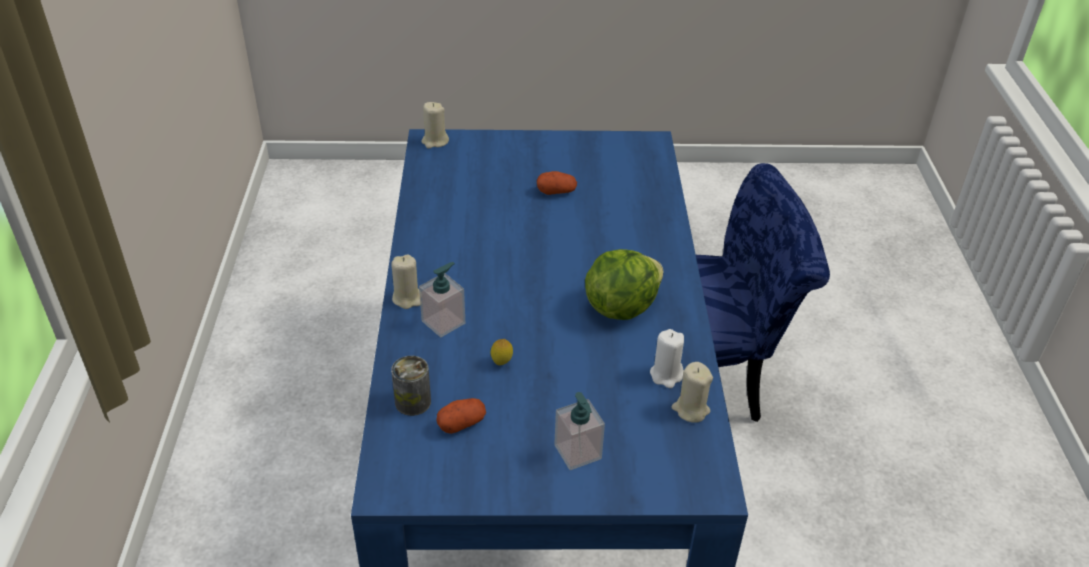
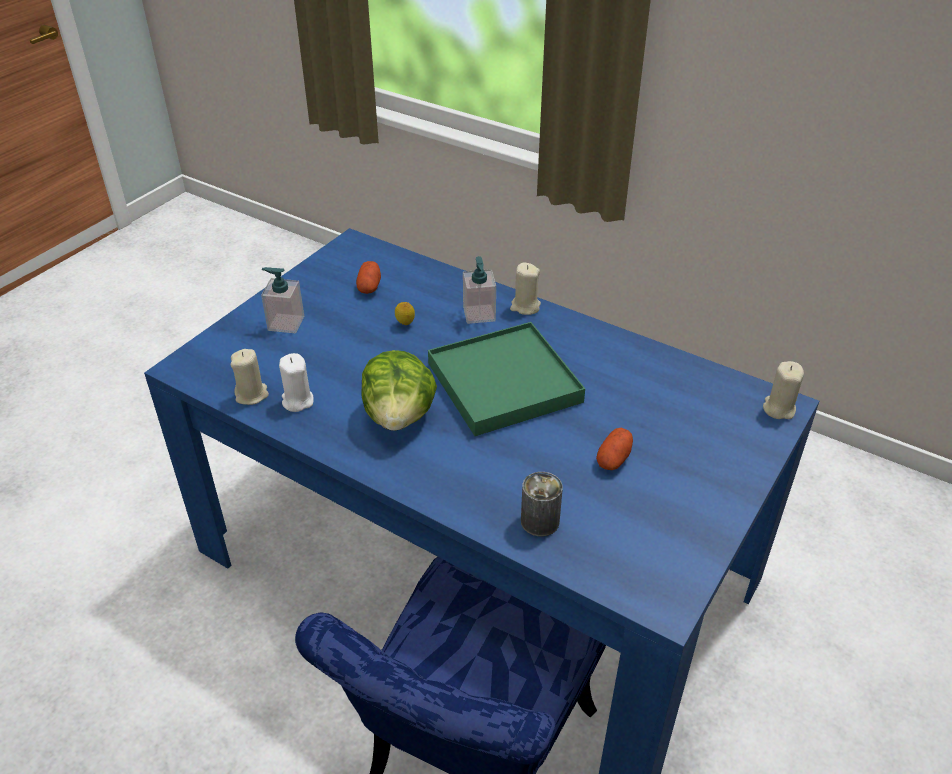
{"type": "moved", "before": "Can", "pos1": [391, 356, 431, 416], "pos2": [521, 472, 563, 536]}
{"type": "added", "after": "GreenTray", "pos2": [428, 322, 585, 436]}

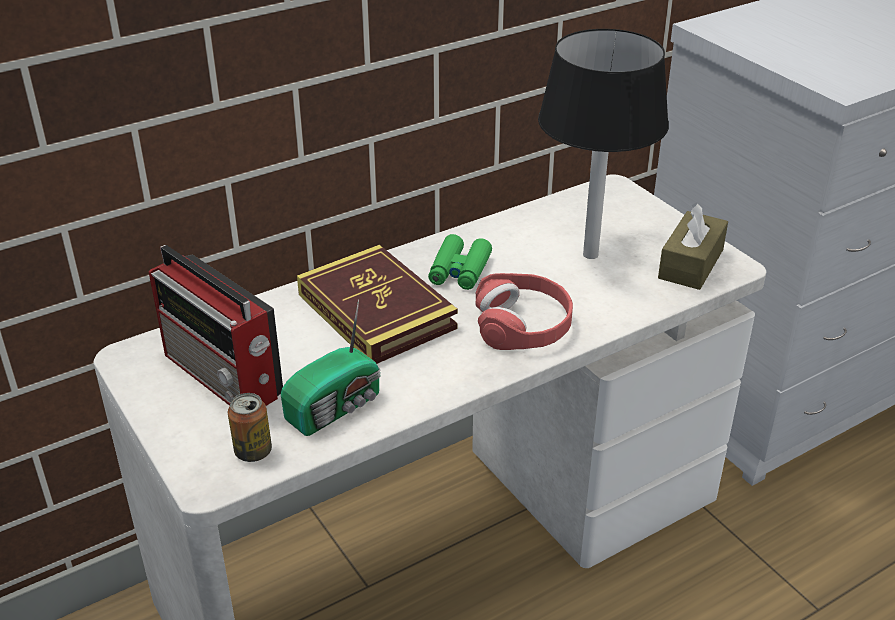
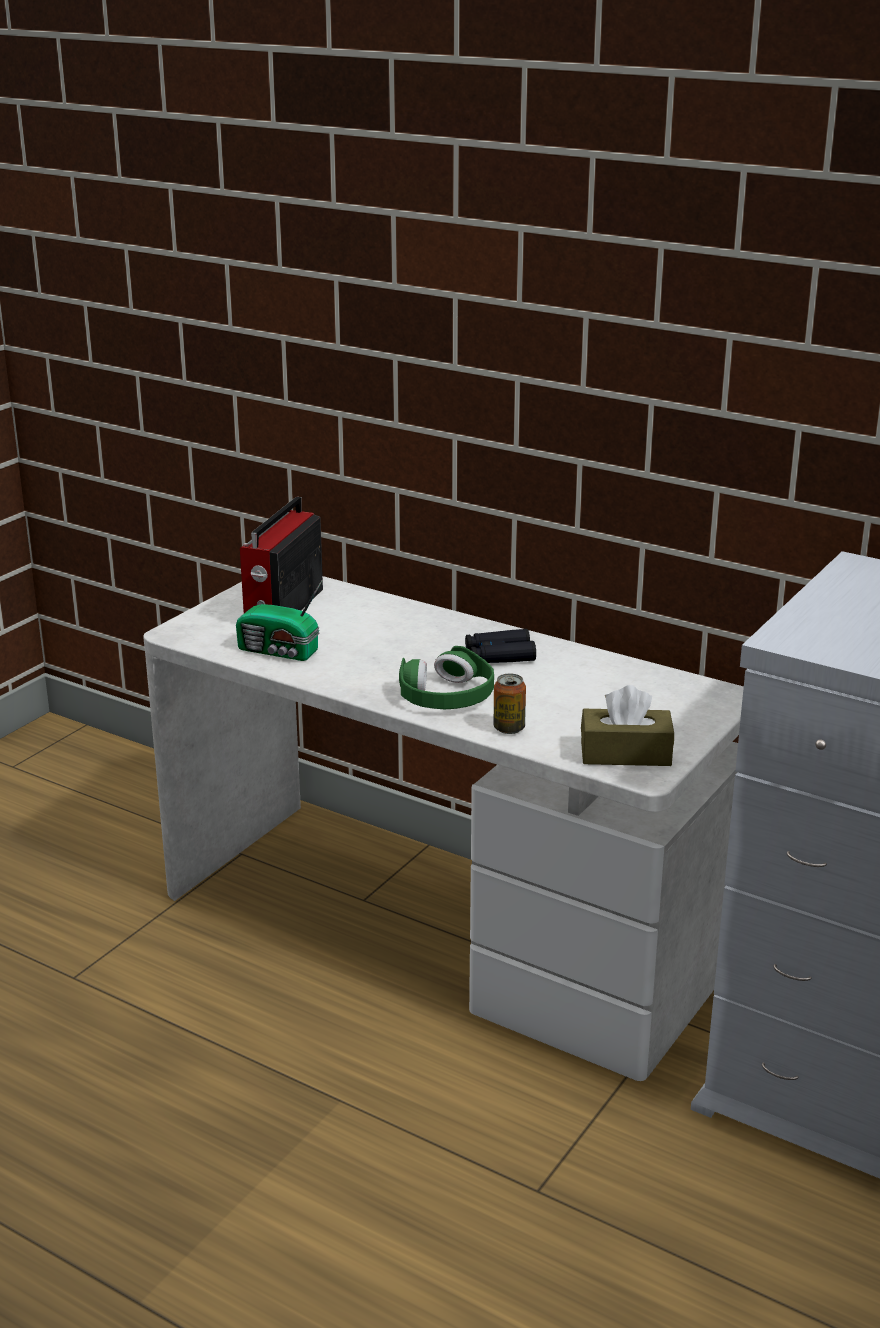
{"type": "removed", "before": "BlackTableLamp", "pos1": [538, 29, 669, 259]}
{"type": "recoloured", "before": "GreenBinoculars", "after": "BlackBinoculars", "pos1": [428, 234, 492, 290], "pos2": [465, 629, 536, 663]}
{"type": "removed", "before": "Book", "pos1": [297, 245, 458, 364]}
{"type": "recoloured", "before": "RedHeadphones", "after": "GreenHeadphones", "pos1": [475, 273, 573, 350], "pos2": [399, 646, 494, 709]}
{"type": "moved", "before": "Can", "pos1": [228, 393, 272, 462], "pos2": [494, 674, 526, 734]}

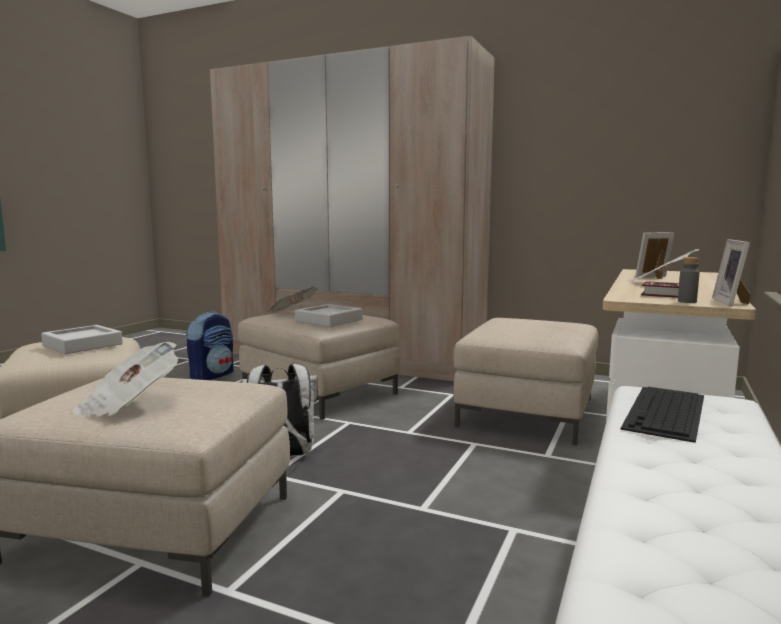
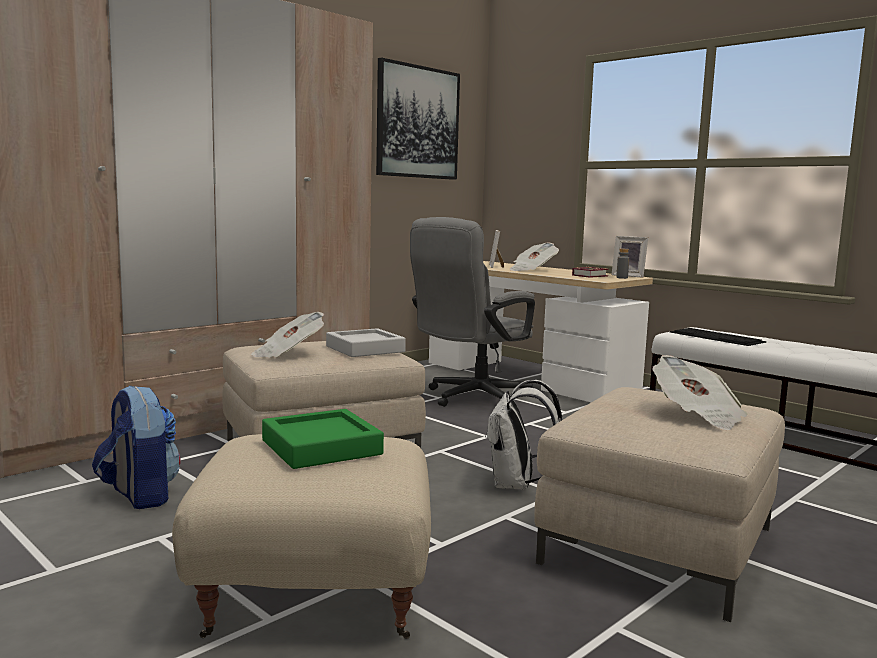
{"type": "replaced", "before": "BeigeOttoman", "after": "GreyOfficeChair", "pos1": [453, 318, 598, 445], "pos2": [410, 217, 535, 407]}
{"type": "recoloured", "before": "GreyTray", "after": "GreenTray", "pos1": [41, 325, 123, 354], "pos2": [262, 409, 384, 469]}
{"type": "added", "after": "Picture", "pos2": [376, 58, 460, 180]}

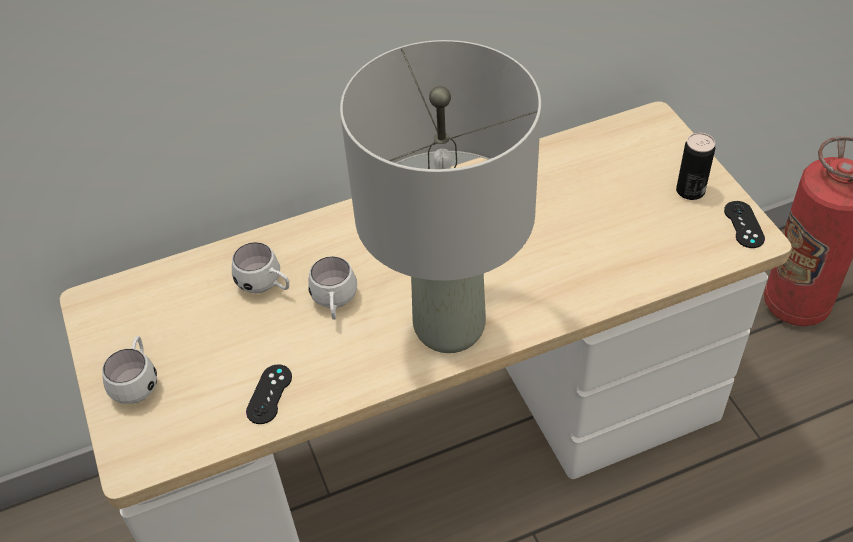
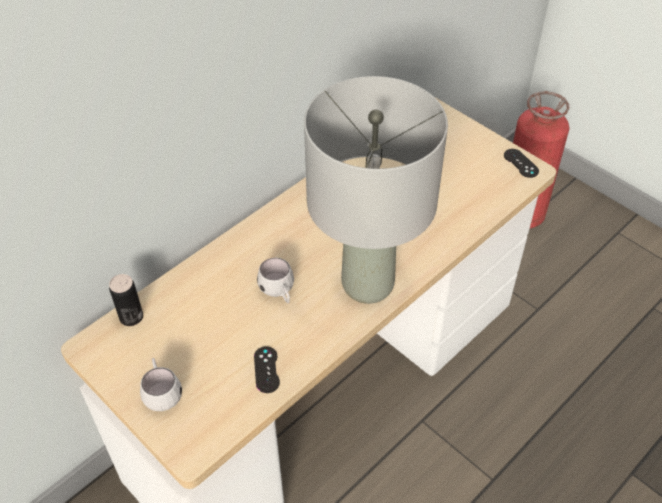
{"type": "moved", "before": "Can", "pos1": [676, 133, 715, 200], "pos2": [109, 274, 143, 326]}
{"type": "removed", "before": "WhiteMug", "pos1": [232, 242, 289, 293]}

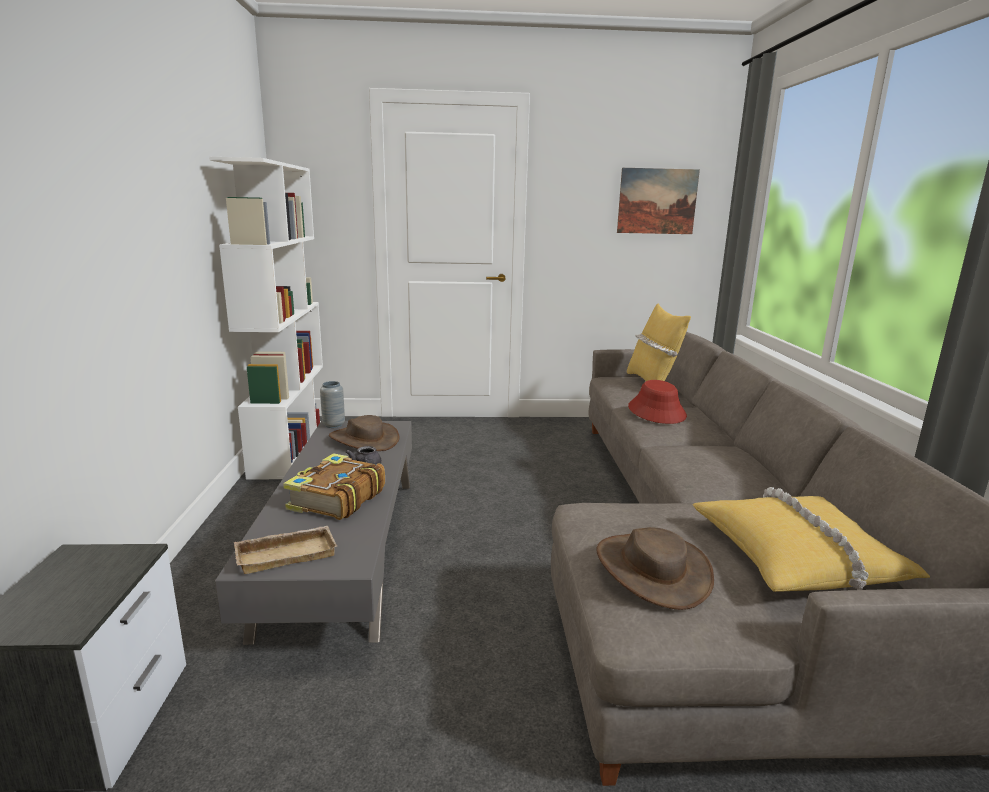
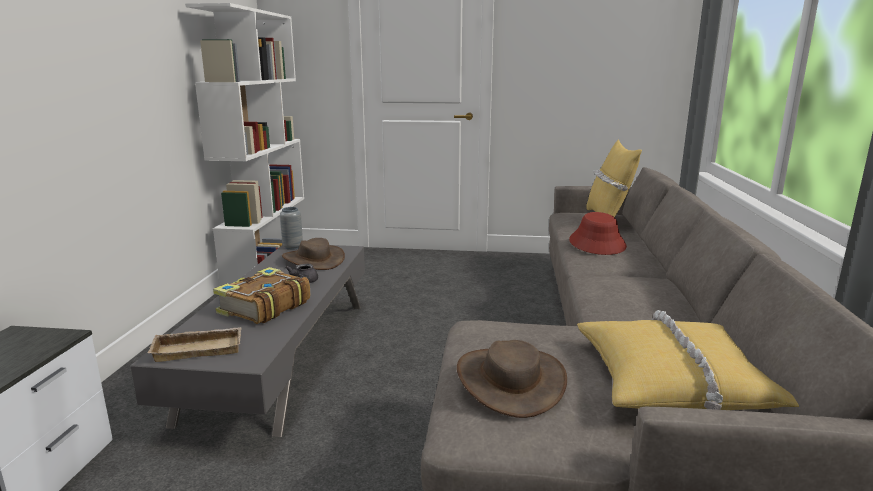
{"type": "removed", "before": "Picture", "pos1": [617, 168, 700, 234]}

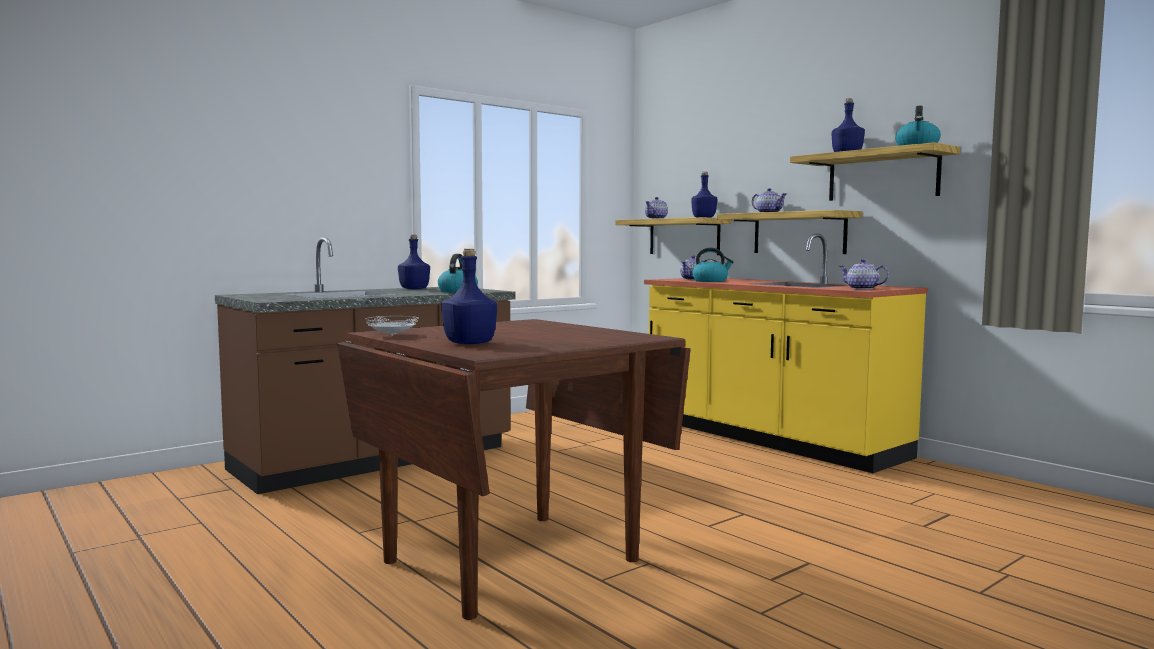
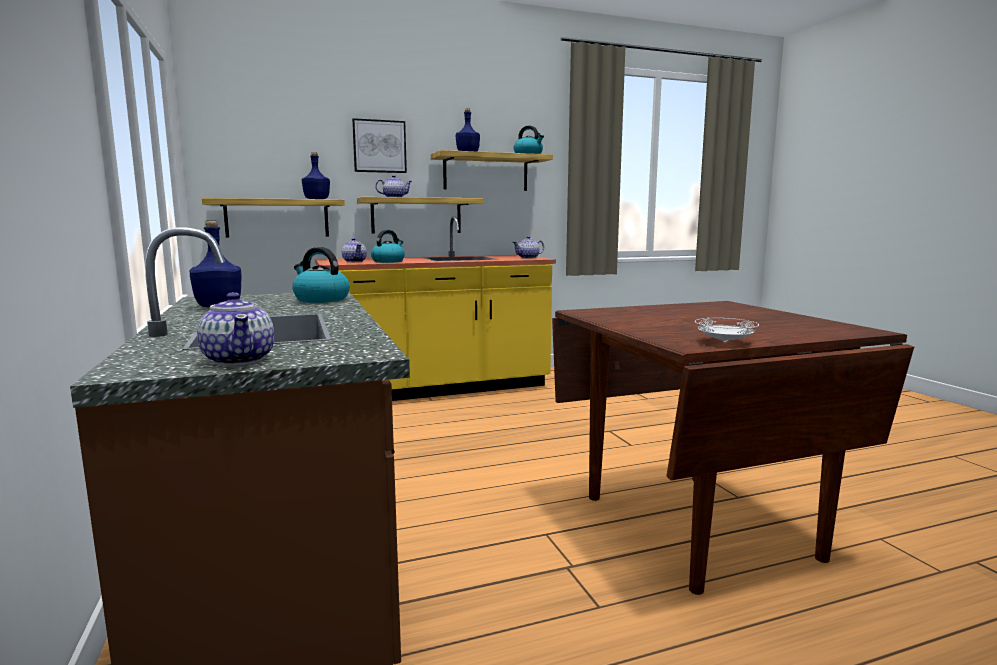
{"type": "moved", "before": "Teapot", "pos1": [645, 197, 668, 219], "pos2": [197, 292, 274, 366]}
{"type": "removed", "before": "BlueBottle", "pos1": [441, 249, 497, 344]}
{"type": "added", "after": "Picture", "pos2": [352, 118, 407, 173]}

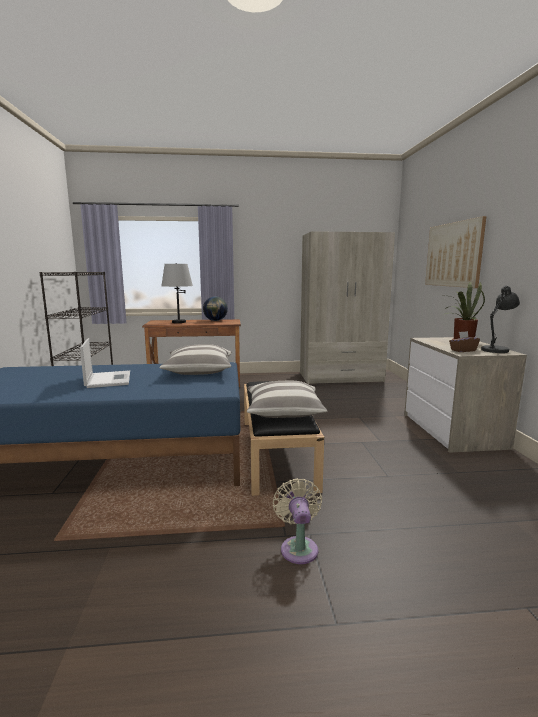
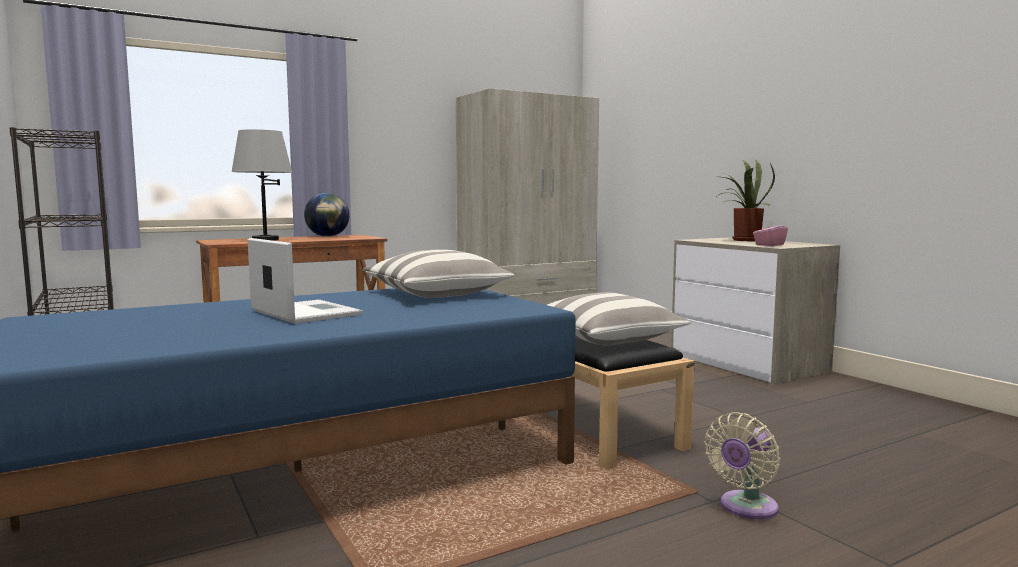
{"type": "removed", "before": "Picture", "pos1": [425, 216, 486, 288]}
{"type": "removed", "before": "GreyTableLamp", "pos1": [481, 286, 520, 353]}
{"type": "recoloured", "before": "BrownTissueBox", "after": "PinkTissueBox", "pos1": [449, 331, 480, 352], "pos2": [753, 219, 788, 246]}
{"type": "turned", "before": "BeigeFan", "pos1": [273, 478, 322, 564], "pos2": [704, 413, 780, 519], "turn": -105}

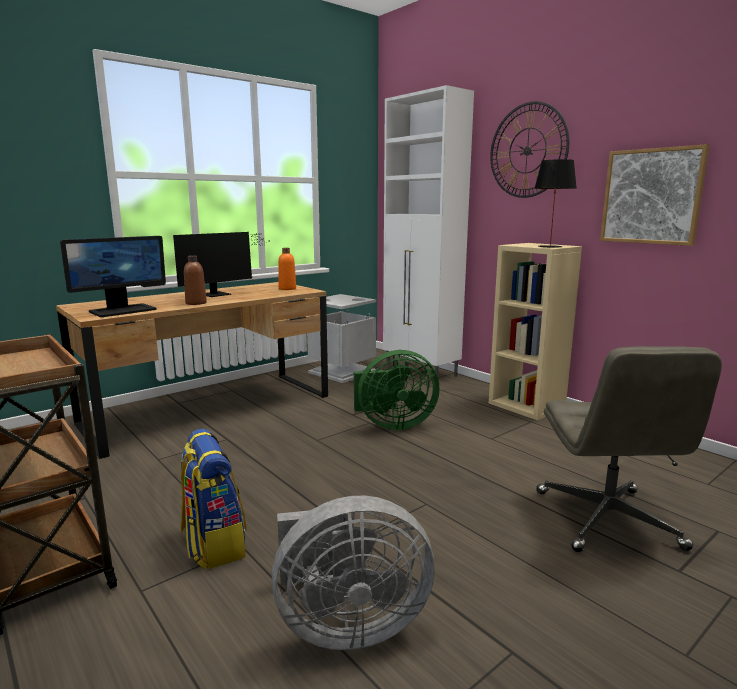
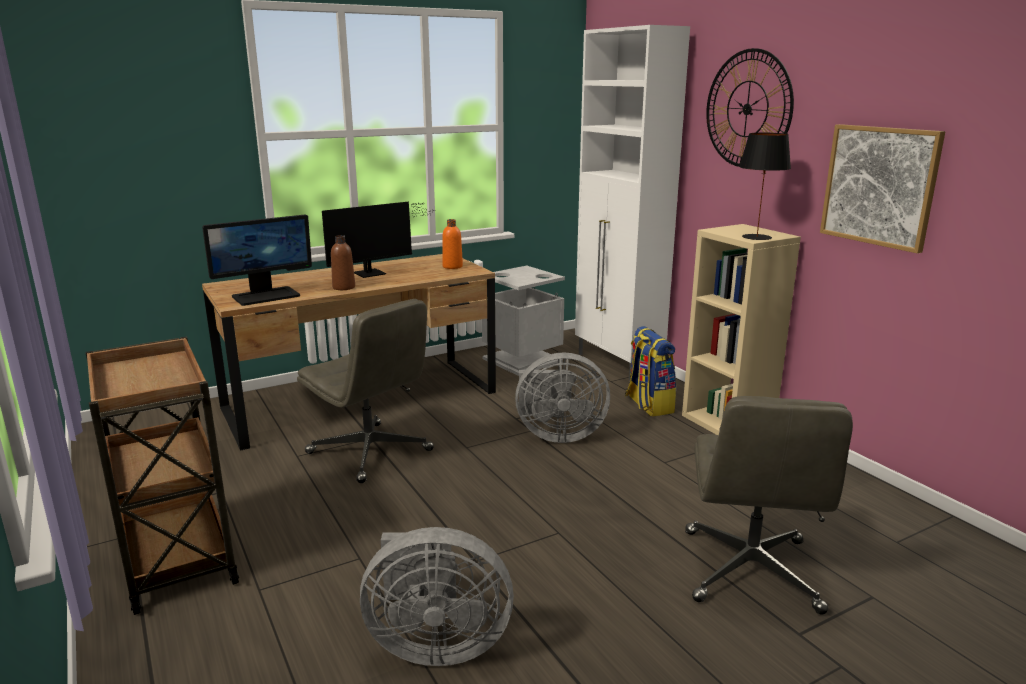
{"type": "recoloured", "before": "GreenFan", "after": "GreyFan", "pos1": [354, 350, 440, 430], "pos2": [515, 352, 610, 443]}
{"type": "moved", "before": "Backpack", "pos1": [181, 429, 247, 569], "pos2": [625, 326, 676, 416]}
{"type": "added", "after": "GreyOfficeChair", "pos2": [297, 299, 434, 483]}

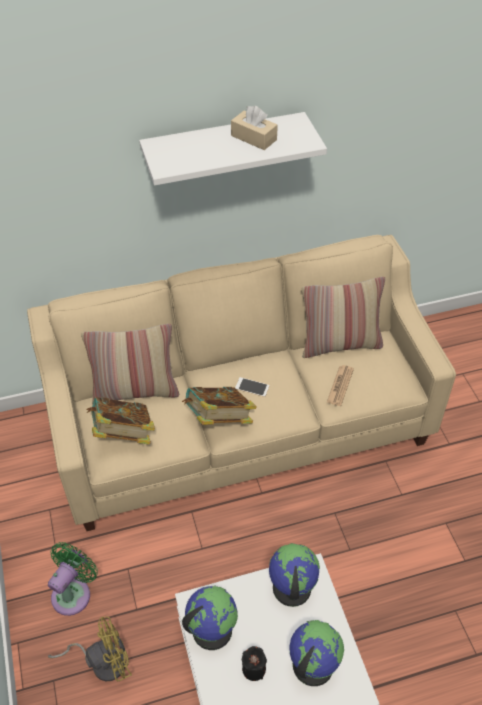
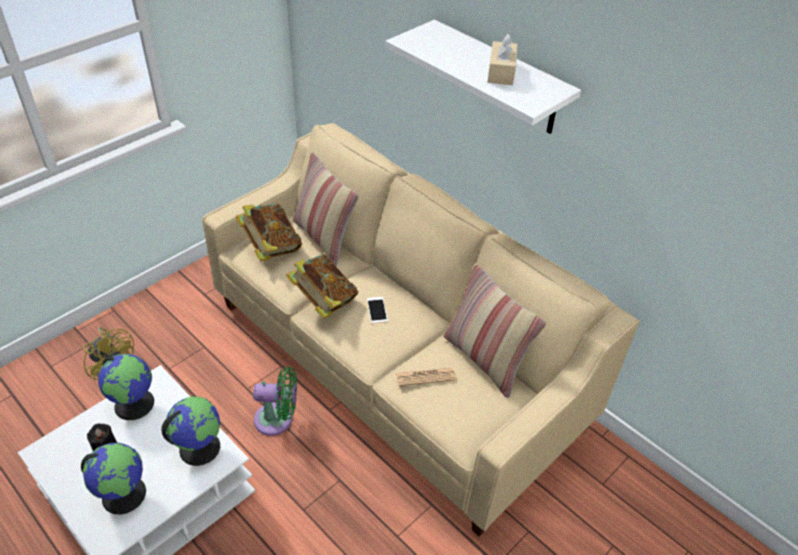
{"type": "moved", "before": "GreenFan", "pos1": [48, 542, 98, 616], "pos2": [253, 367, 297, 436]}

